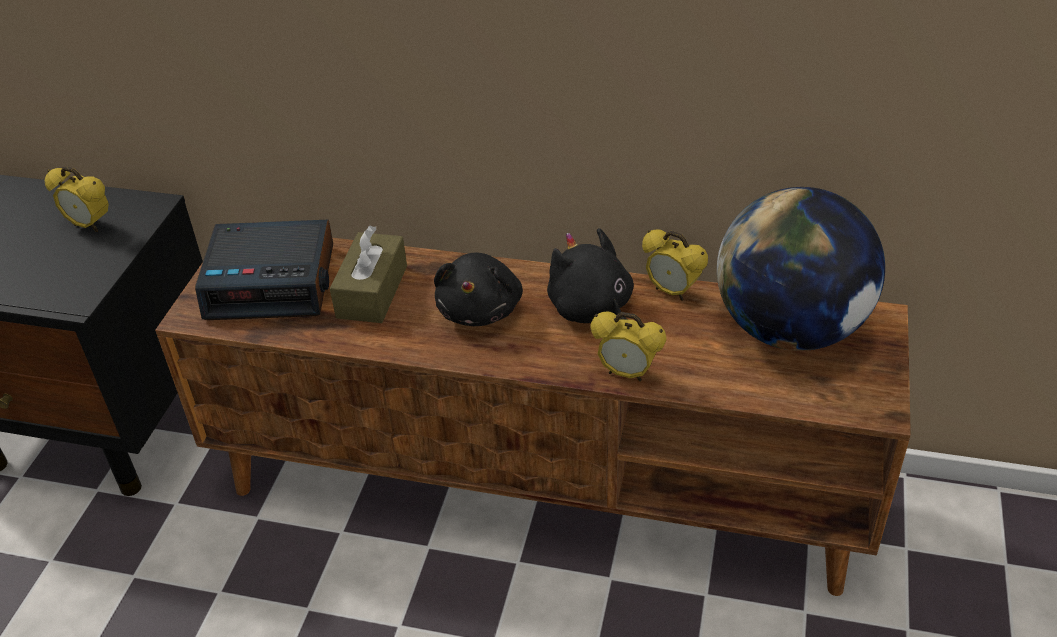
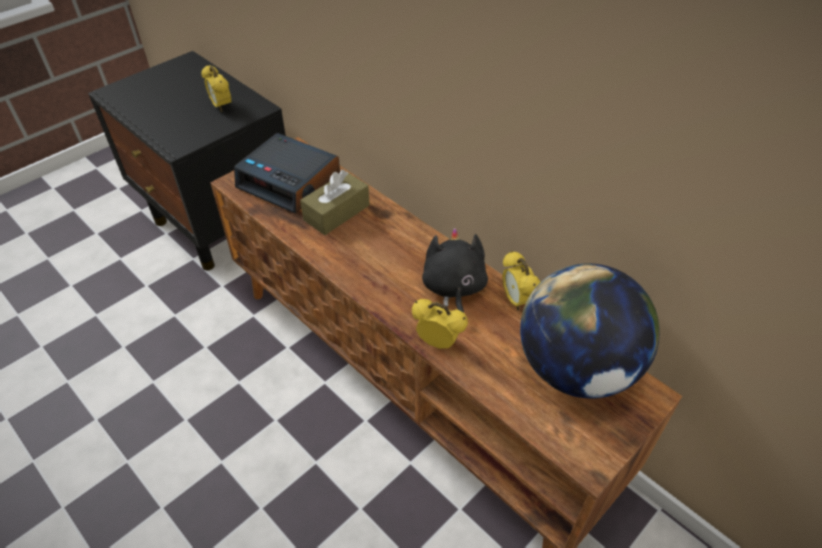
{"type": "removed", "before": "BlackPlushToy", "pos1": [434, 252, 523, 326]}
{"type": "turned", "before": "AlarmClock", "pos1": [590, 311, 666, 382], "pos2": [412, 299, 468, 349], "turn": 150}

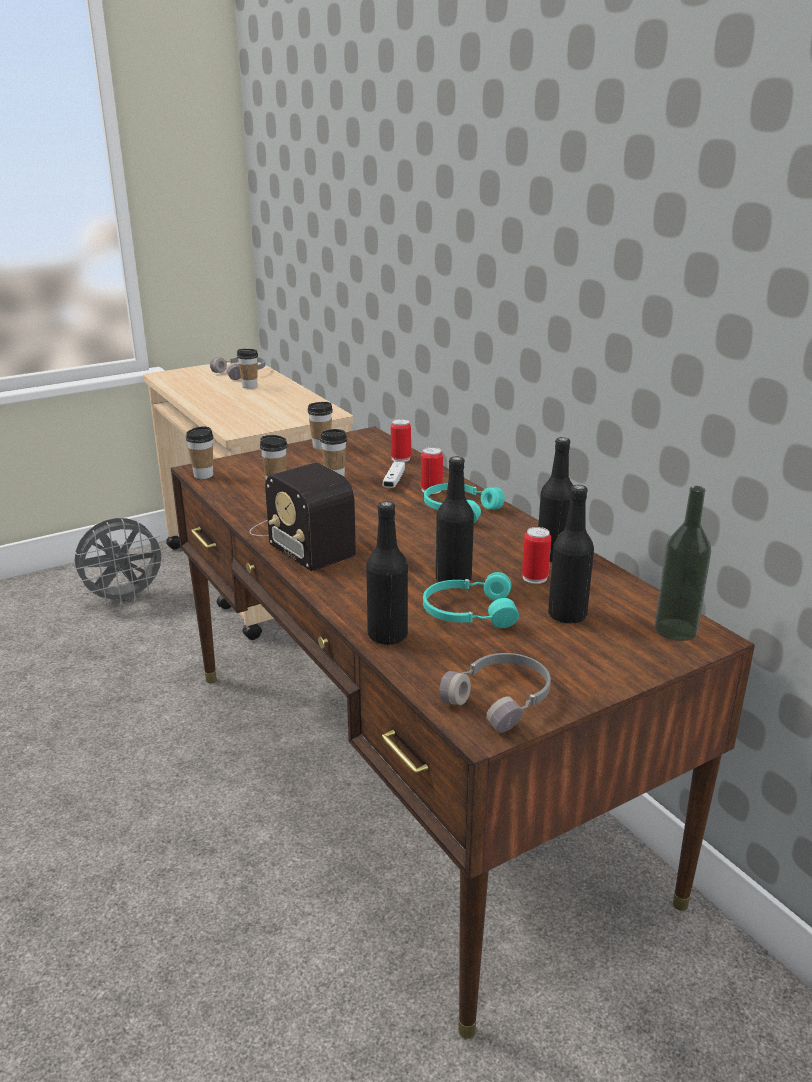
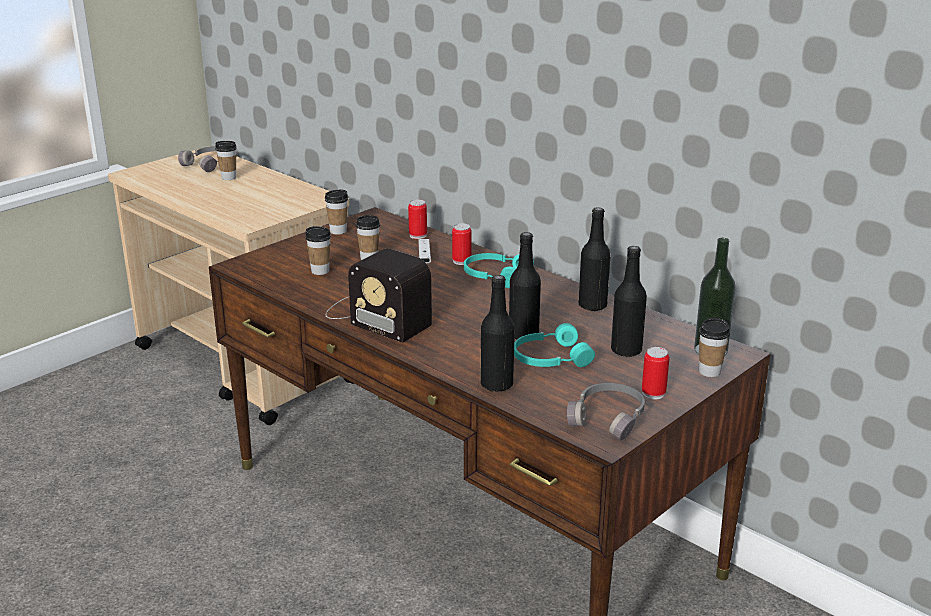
{"type": "moved", "before": "Cup", "pos1": [186, 426, 214, 479], "pos2": [699, 318, 730, 377]}
{"type": "removed", "before": "GreyFan", "pos1": [73, 518, 168, 606]}
{"type": "moved", "before": "Can", "pos1": [522, 527, 551, 584], "pos2": [642, 347, 670, 399]}

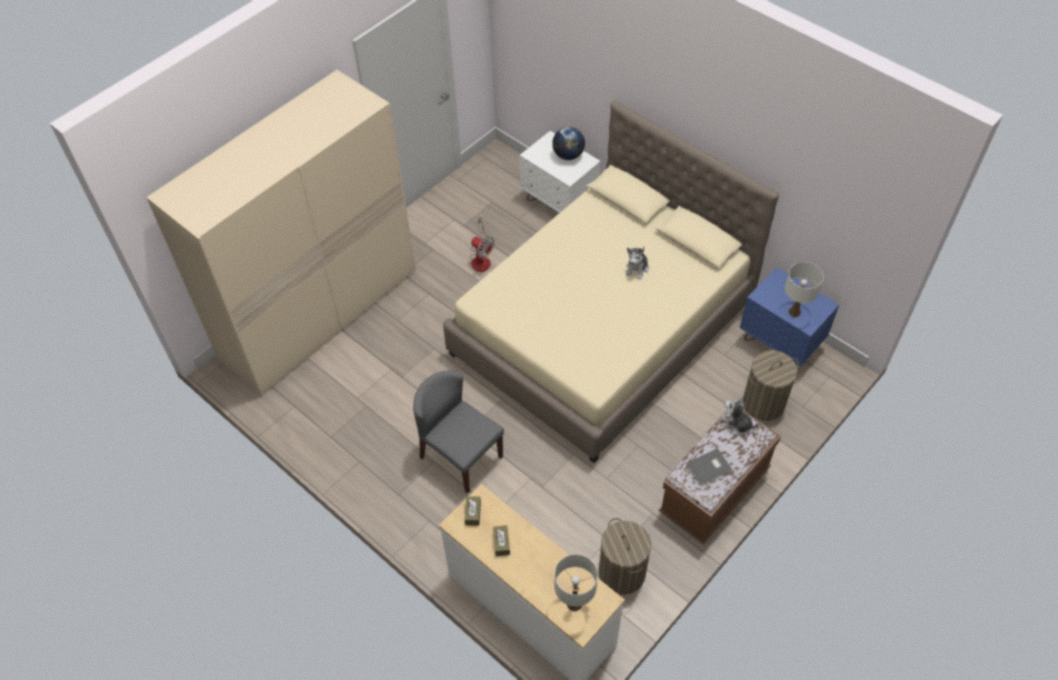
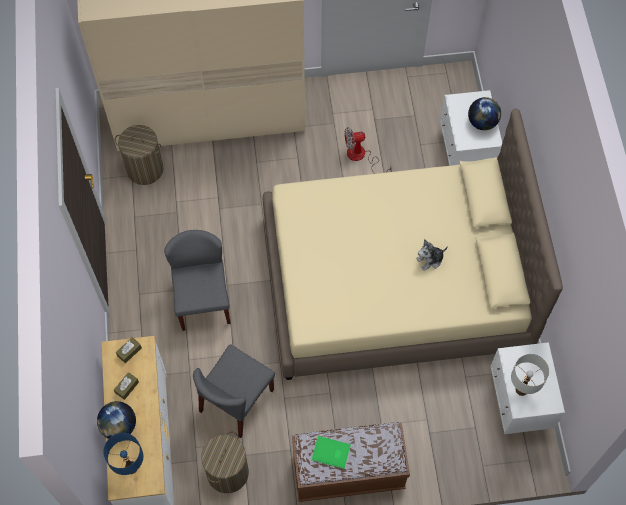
{"type": "turned", "before": "Fan", "pos1": [470, 217, 494, 272], "pos2": [344, 127, 392, 174], "turn": 90}
{"type": "recoloured", "before": "BlueNightstand", "after": "WhiteNightstand", "pos1": [740, 267, 839, 367], "pos2": [491, 342, 565, 434]}
{"type": "moved", "before": "LaundryBasket", "pos1": [743, 350, 799, 421], "pos2": [115, 125, 163, 185]}
{"type": "removed", "before": "PlushToy", "pos1": [721, 396, 758, 435]}
{"type": "recoloured", "before": "GreyBook", "after": "GreenBook", "pos1": [686, 448, 732, 486], "pos2": [312, 436, 351, 469]}
{"type": "recoloured", "before": "WhiteTableLamp", "after": "BlueTableLamp", "pos1": [554, 554, 598, 611], "pos2": [103, 433, 143, 475]}
{"type": "added", "after": "GreyChair", "pos2": [193, 344, 275, 438]}
{"type": "added", "after": "Globe", "pos2": [97, 401, 136, 439]}

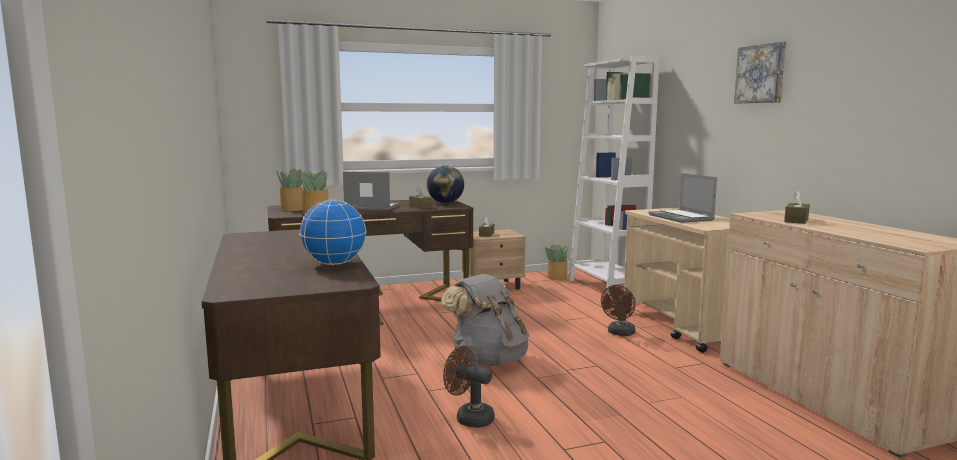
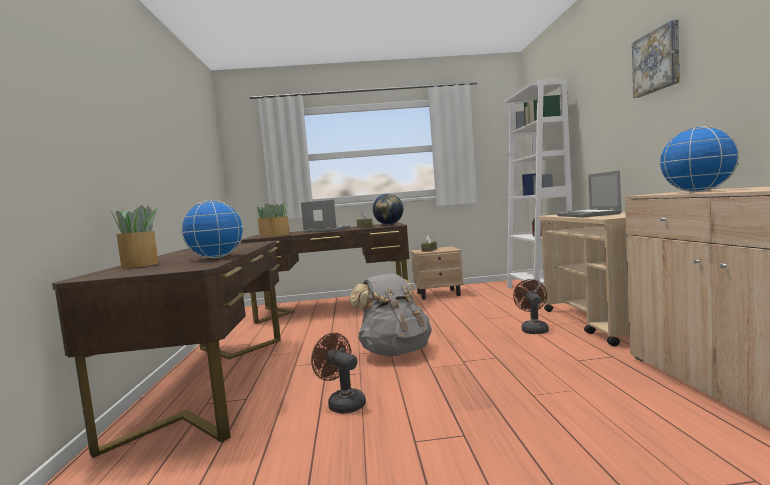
{"type": "replaced", "before": "BrownTissueBox", "after": "Globe", "pos1": [784, 191, 810, 224], "pos2": [659, 126, 739, 192]}
{"type": "moved", "before": "PottedPlant", "pos1": [545, 245, 569, 280], "pos2": [110, 205, 158, 268]}
{"type": "turned", "before": "BrownFan", "pos1": [601, 285, 636, 336], "pos2": [513, 279, 549, 334], "turn": 135}

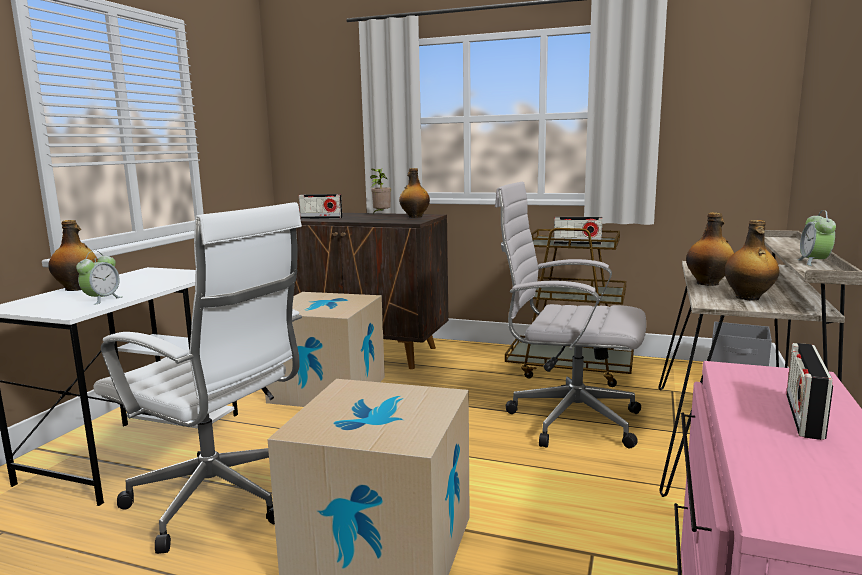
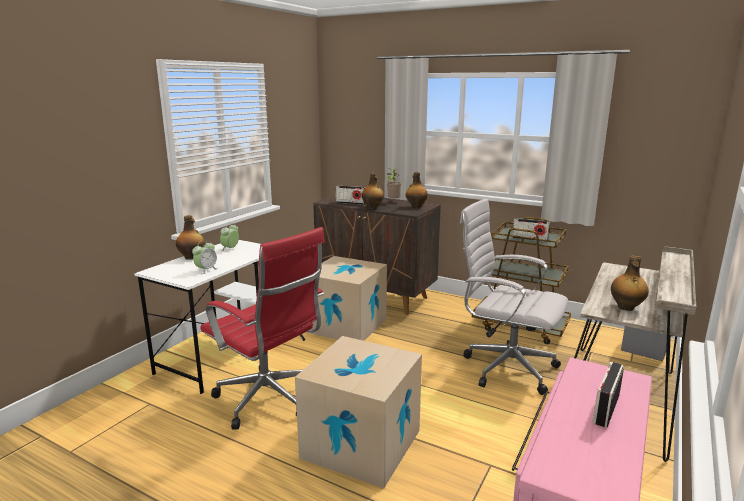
{"type": "recoloured", "before": "WhiteOfficeChair", "after": "RedOfficeChair", "pos1": [93, 202, 302, 554], "pos2": [200, 227, 325, 429]}
{"type": "moved", "before": "AlarmClock", "pos1": [797, 210, 836, 266], "pos2": [220, 223, 239, 251]}
{"type": "moved", "before": "Bottle", "pos1": [686, 212, 734, 286], "pos2": [362, 173, 384, 209]}

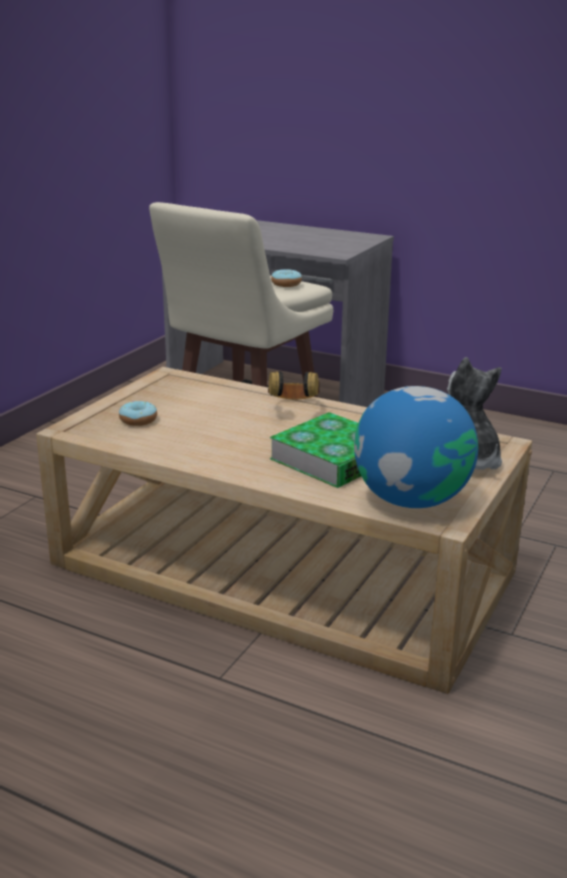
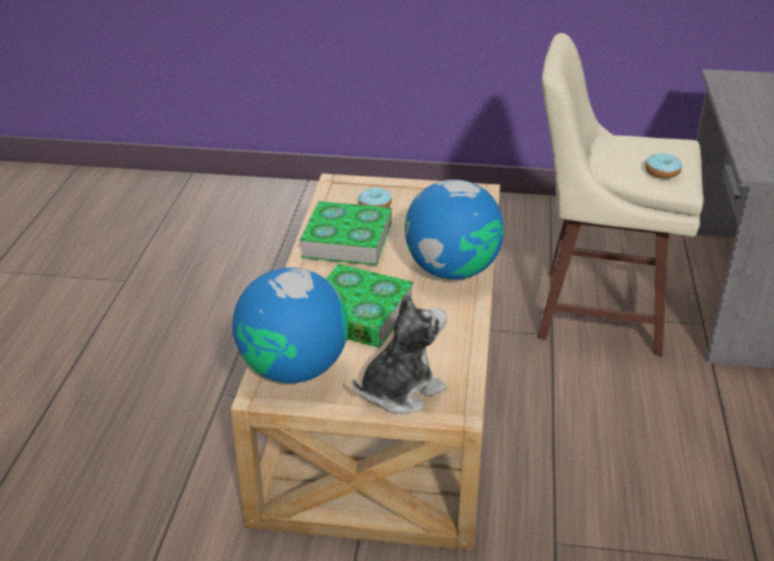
{"type": "replaced", "before": "Headphones", "after": "Globe", "pos1": [268, 371, 319, 400], "pos2": [405, 180, 504, 280]}
{"type": "added", "after": "Book", "pos2": [300, 201, 392, 265]}

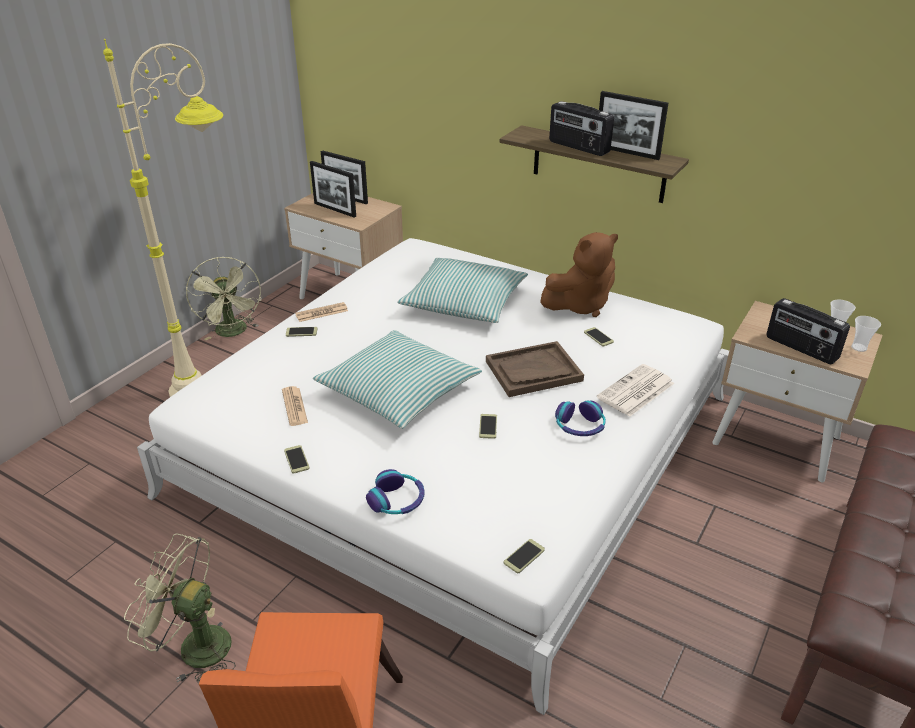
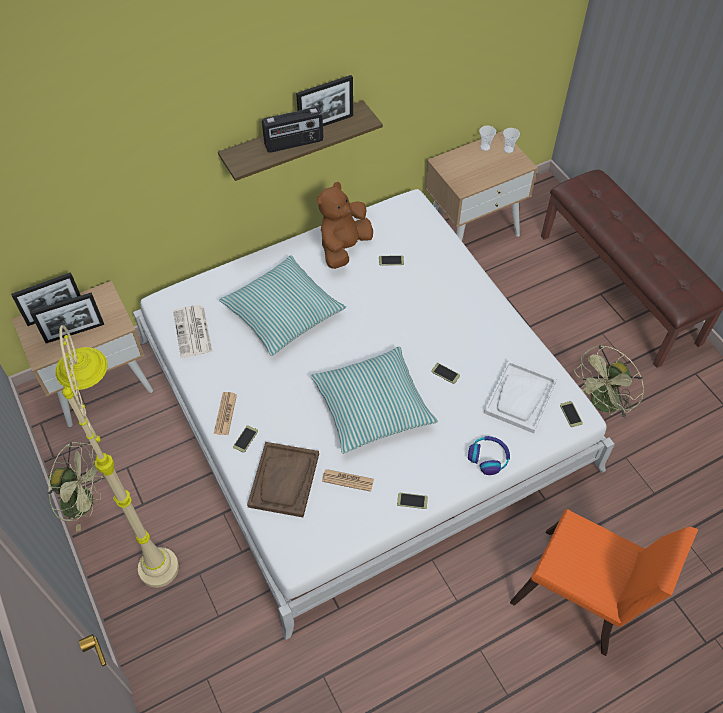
{"type": "turned", "before": "BrownPlushToy", "pos1": [540, 232, 618, 317], "pos2": [317, 182, 373, 269], "turn": -150}
{"type": "removed", "before": "Radio", "pos1": [766, 298, 850, 364]}
{"type": "moved", "before": "BrownTray", "pos1": [486, 341, 584, 397], "pos2": [247, 442, 319, 517]}
{"type": "moved", "before": "Newspaper", "pos1": [597, 364, 674, 417], "pos2": [173, 305, 212, 358]}
{"type": "removed", "before": "Headphones", "pos1": [555, 400, 606, 436]}
{"type": "moved", "before": "GreenFan", "pos1": [124, 534, 236, 684], "pos2": [574, 345, 644, 419]}
{"type": "added", "after": "WhiteTray", "pos2": [484, 360, 557, 433]}

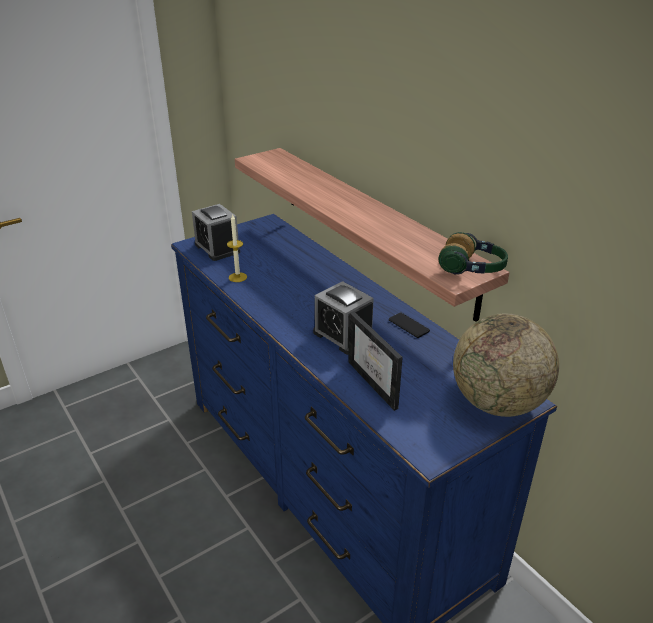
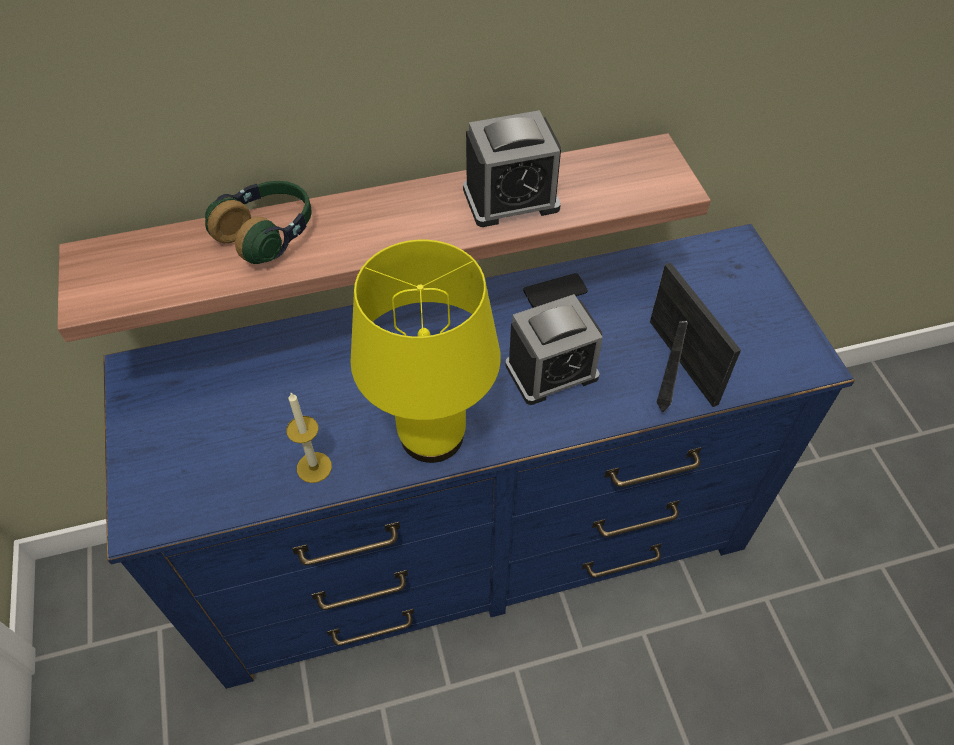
{"type": "moved", "before": "AlarmClock", "pos1": [192, 204, 240, 261], "pos2": [463, 110, 561, 227]}
{"type": "moved", "before": "Headphones", "pos1": [438, 232, 508, 275], "pos2": [205, 181, 312, 264]}
{"type": "turned", "before": "PictureFrame", "pos1": [348, 311, 403, 411], "pos2": [650, 263, 741, 413], "turn": -105}
{"type": "removed", "before": "Globe", "pos1": [453, 314, 559, 417]}
{"type": "added", "after": "YellowTableLamp", "pos2": [351, 240, 501, 463]}

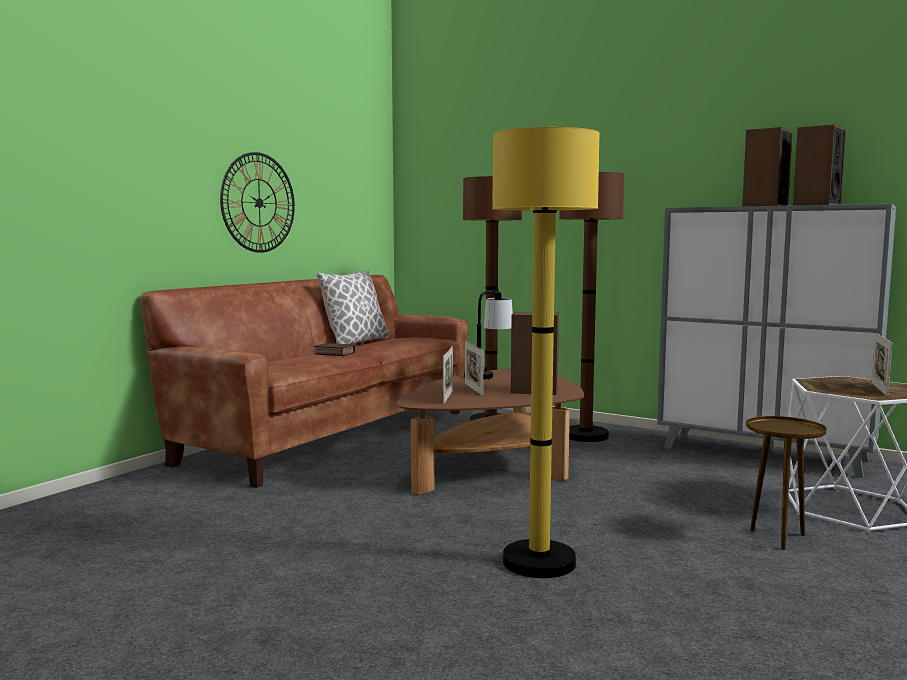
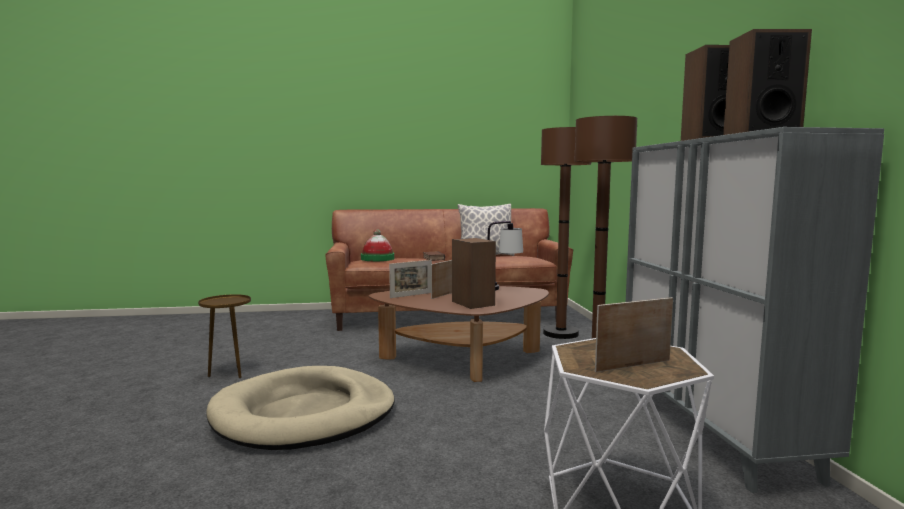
{"type": "replaced", "before": "YellowFloorLamp", "after": "BeigeDogBed", "pos1": [492, 127, 600, 578], "pos2": [206, 366, 395, 450]}
{"type": "removed", "before": "WallClock", "pos1": [220, 152, 295, 253]}
{"type": "moved", "before": "BrownSideTable", "pos1": [746, 416, 827, 550], "pos2": [198, 294, 251, 378]}
{"type": "added", "after": "Hat", "pos2": [361, 229, 394, 261]}

